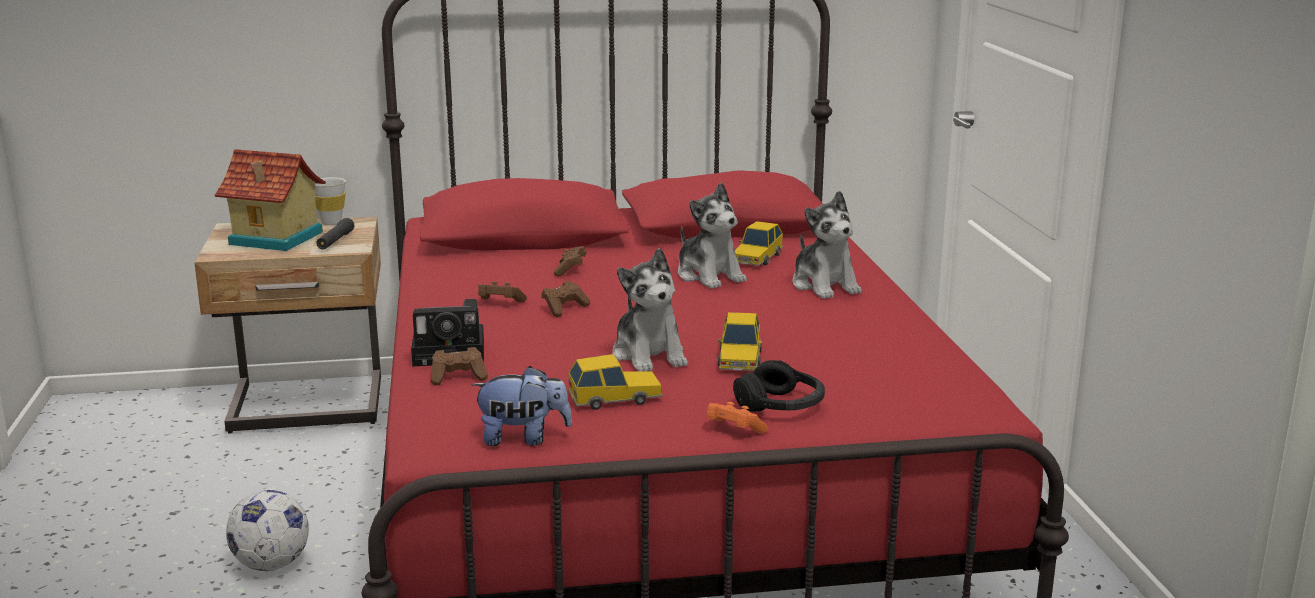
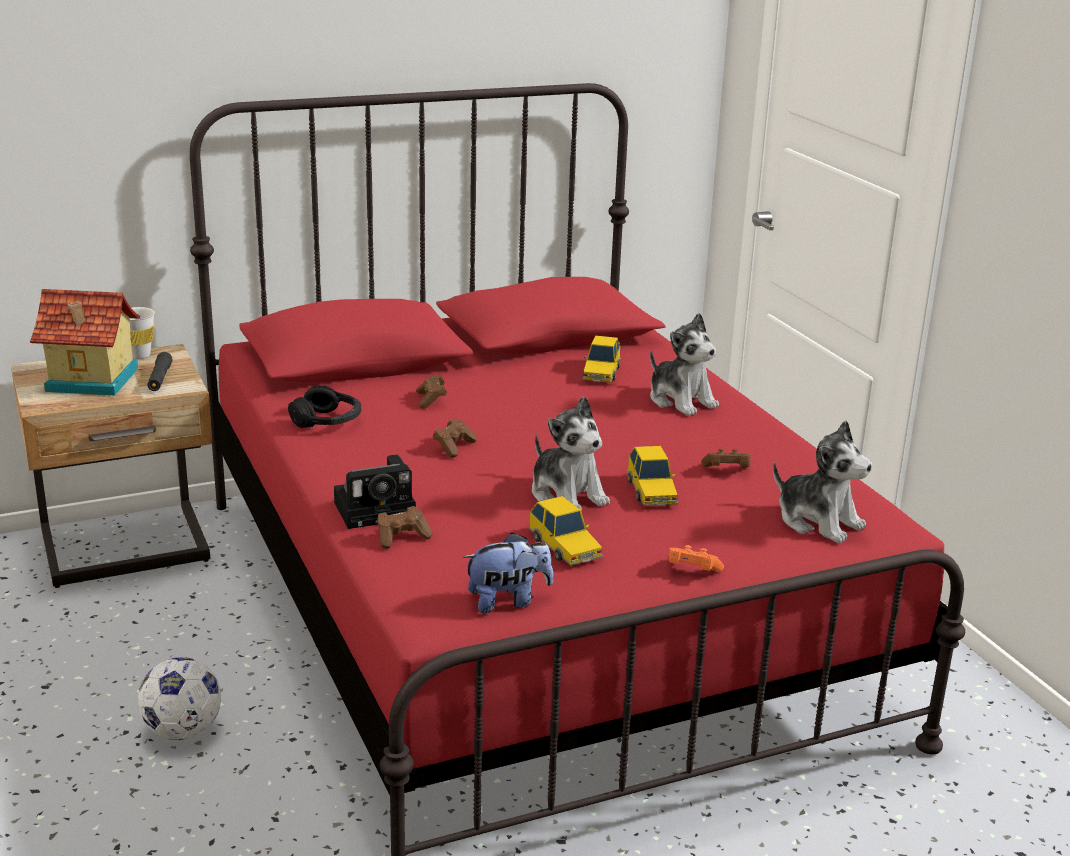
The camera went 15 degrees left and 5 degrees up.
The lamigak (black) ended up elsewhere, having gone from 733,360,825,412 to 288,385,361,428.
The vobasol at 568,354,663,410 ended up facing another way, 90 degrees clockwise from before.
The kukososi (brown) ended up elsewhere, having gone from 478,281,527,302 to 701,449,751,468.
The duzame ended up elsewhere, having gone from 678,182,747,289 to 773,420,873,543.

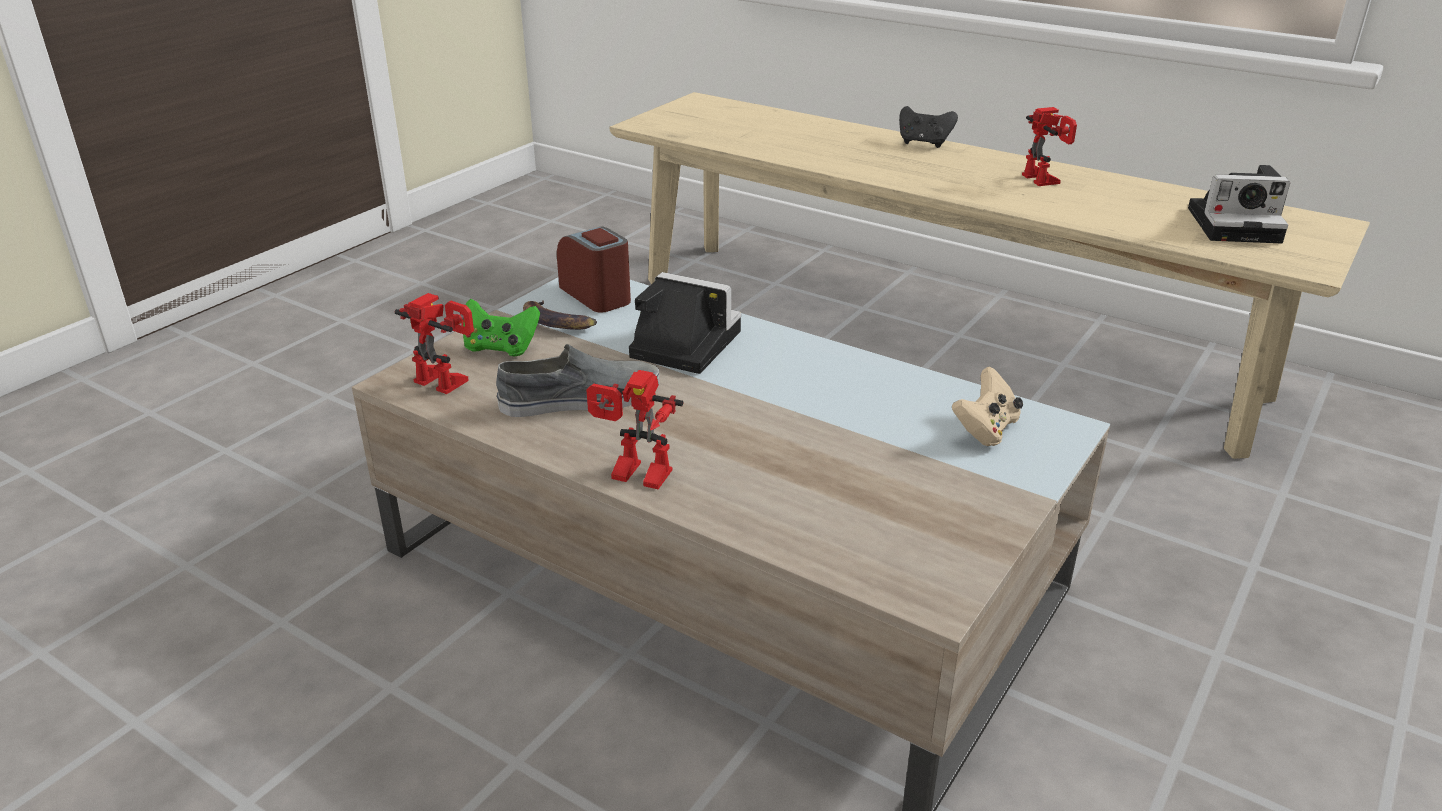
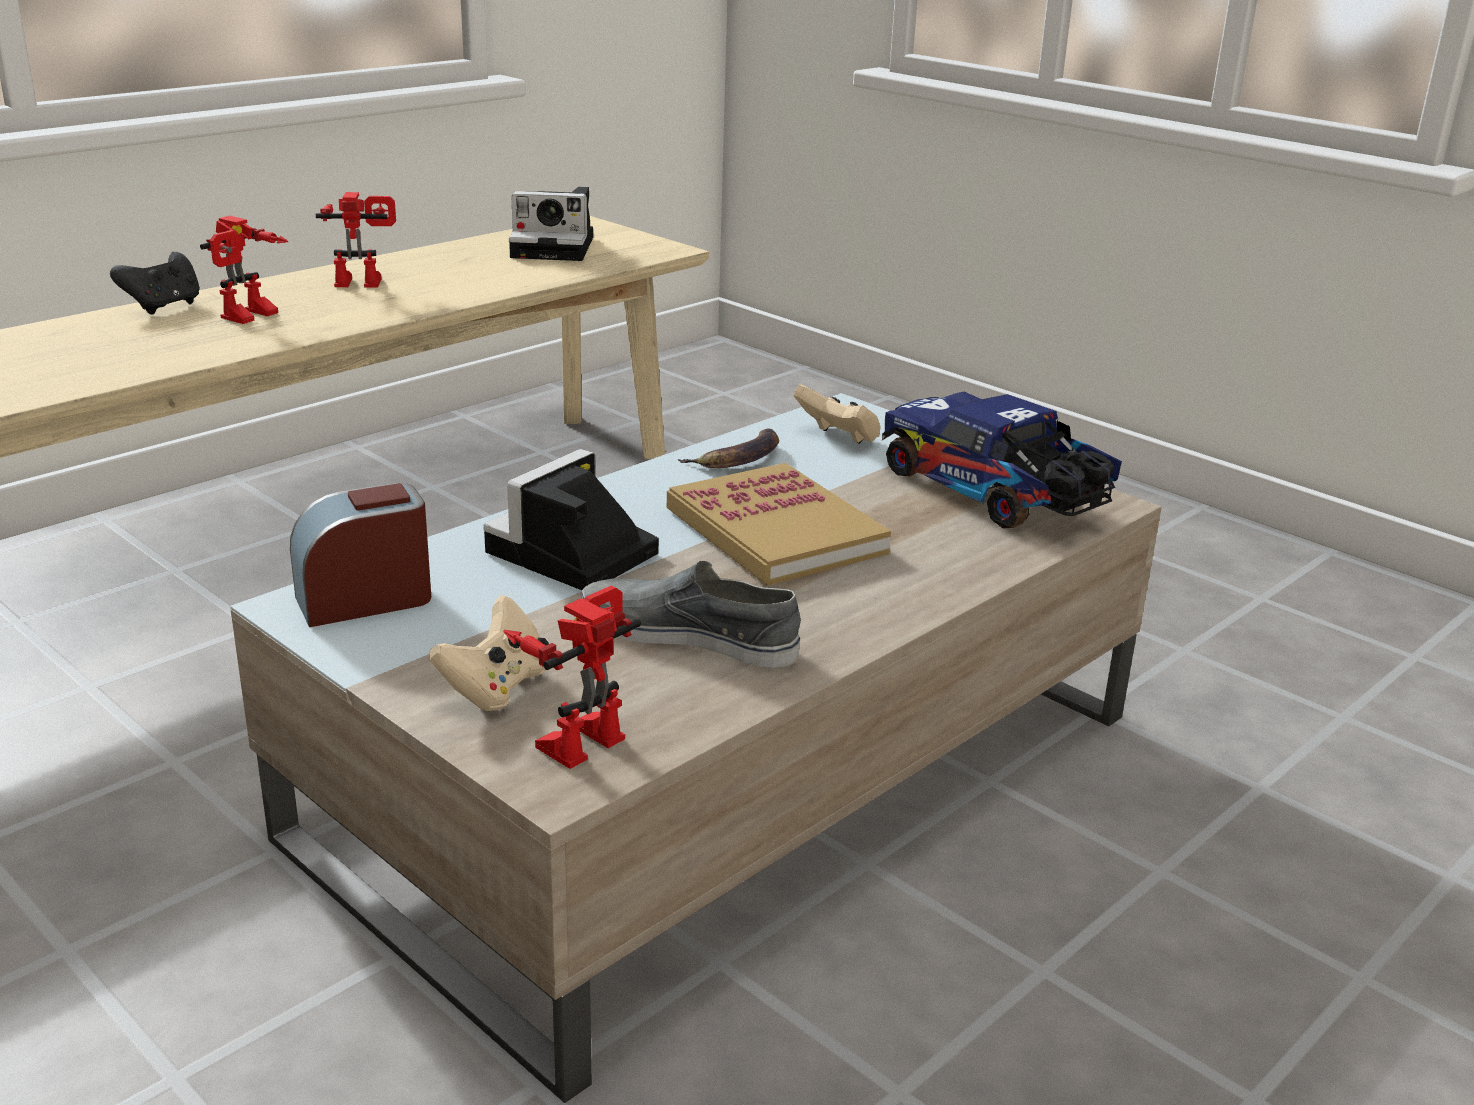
The camera went 80 degrees left and 5 degrees down.
The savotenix ended up elsewhere, having gone from 586,370,683,489 to 200,216,288,324.
What was the kukososi (green) at 463,299,540,356 turned into the kukososi (beige) at 429,595,549,711.
The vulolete at 1188,165,1290,243 ended up facing another way, 75 degrees clockwise from before.
The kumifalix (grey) at 496,344,660,417 ended up facing another way, 60 degrees counterclockwise from before.
The second view gained the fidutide at 667,463,891,586.
The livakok ended up elsewhere, having gone from 523,300,597,330 to 678,428,779,468.
The second view gained the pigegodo at 882,392,1122,529.

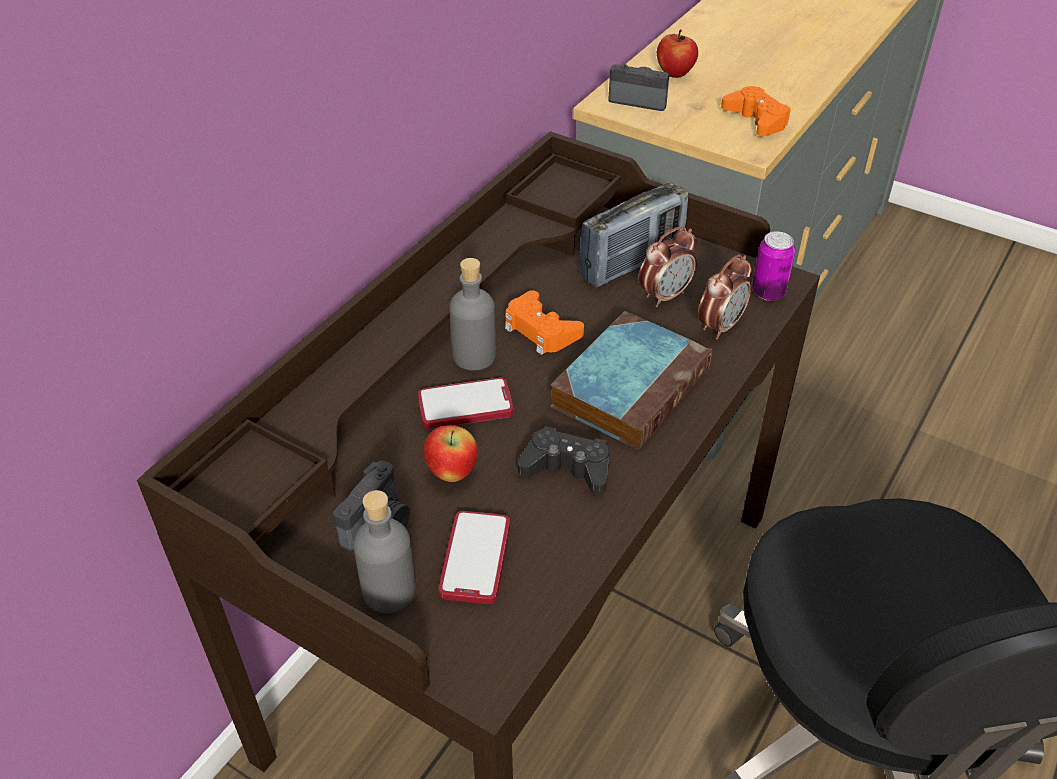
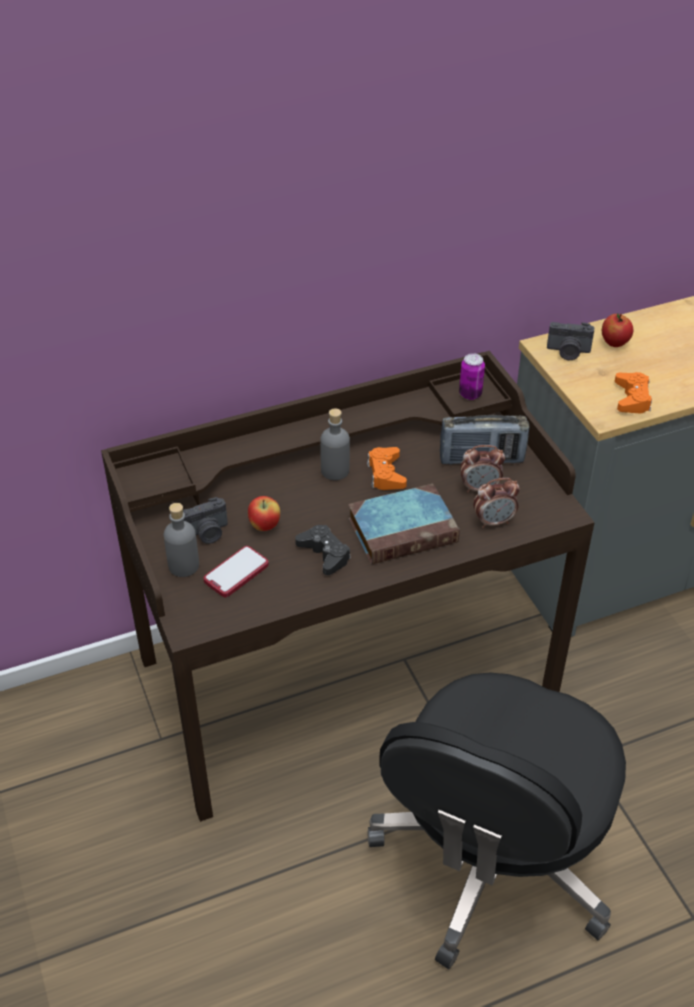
The camera went 35 degrees right and 0 degrees up.
The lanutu ended up elsewhere, having gone from 752,231,795,301 to 459,353,485,400.
The vulolete at 609,64,669,111 ended up facing another way, 135 degrees clockwise from before.
The second view lost the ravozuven at 418,378,514,429.

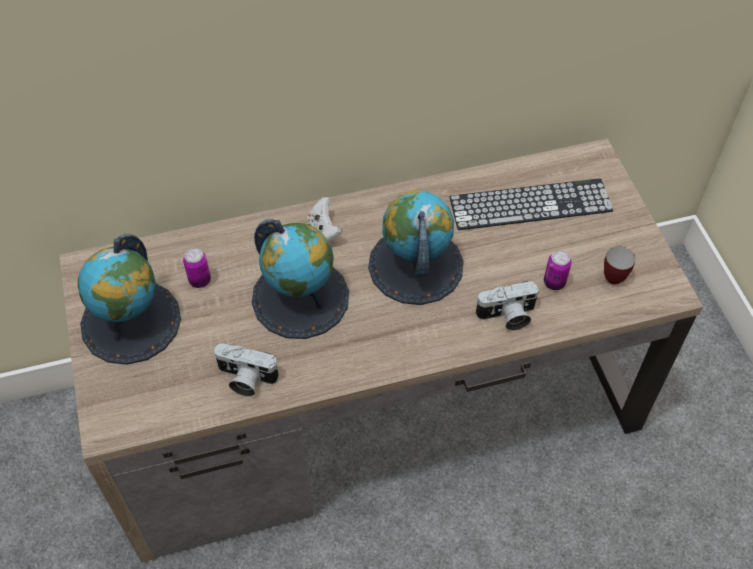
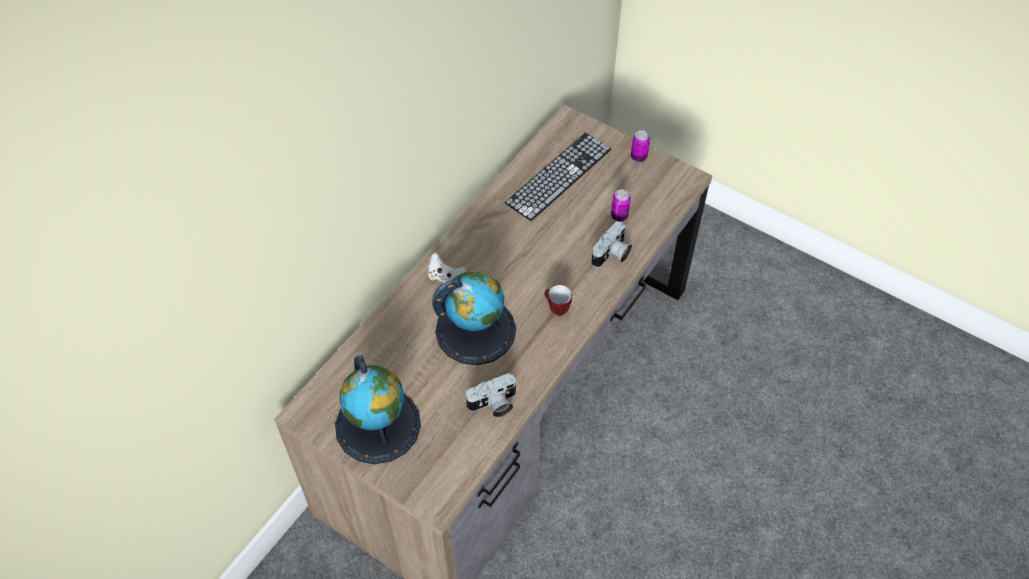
The camera went 40 degrees left and 0 degrees up.
The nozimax ended up elsewhere, having gone from 604,246,636,285 to 544,285,572,316.
The lanutu ended up elsewhere, having gone from 183,248,211,288 to 631,130,650,162.
The second view lost the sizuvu at 368,191,464,305.

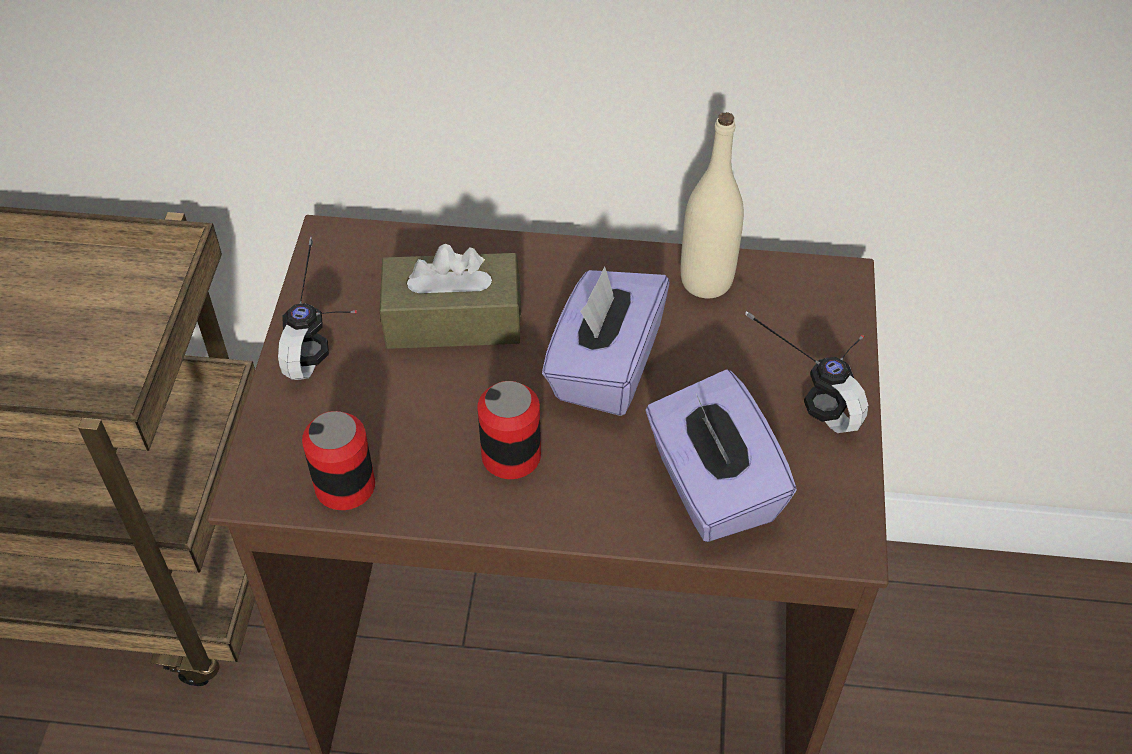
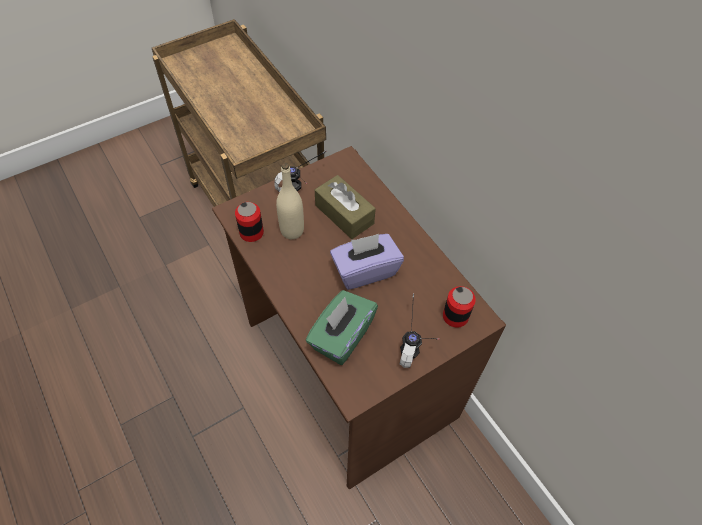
The camera went 50 degrees right and 5 degrees up.
The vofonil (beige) ended up elsewhere, having gone from 681,112,744,298 to 276,163,304,239.
What was the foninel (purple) at 645,369,797,542 turned into the foninel (green) at 306,290,378,365.
The lanutu ended up elsewhere, having gone from 477,381,541,479 to 443,286,476,328.

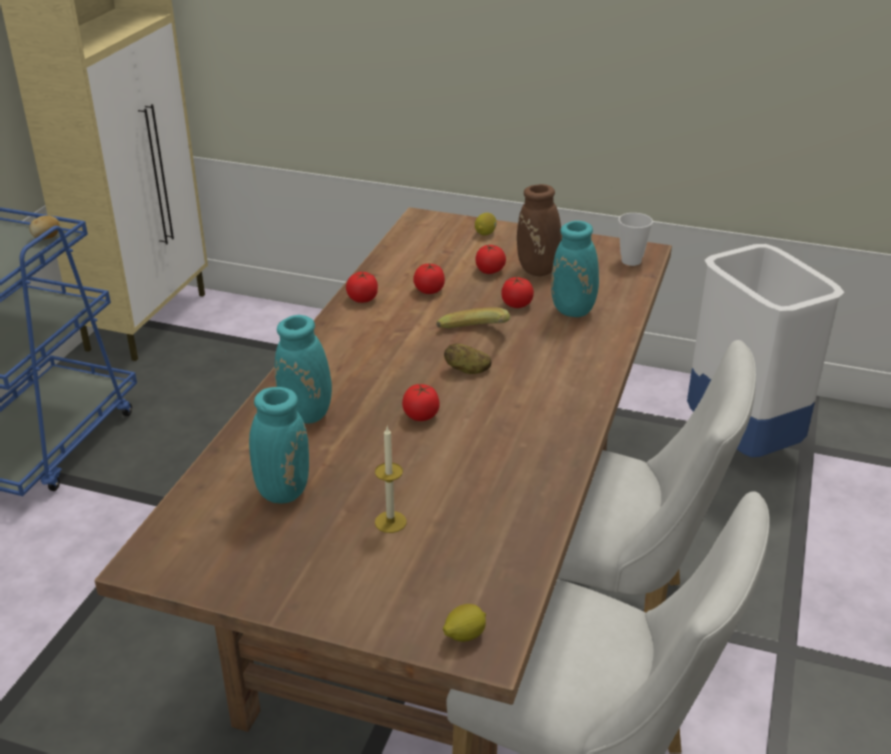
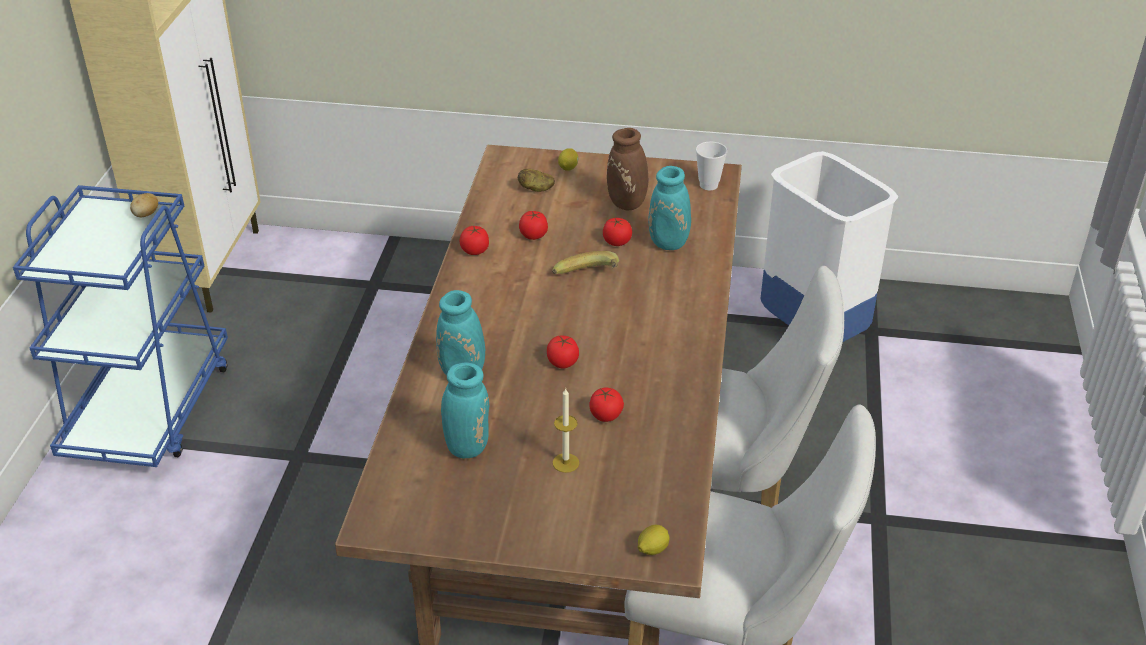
The camera went 10 degrees left and 5 degrees up.
The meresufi ended up elsewhere, having gone from 444,344,492,374 to 518,169,555,192.
The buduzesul ended up elsewhere, having gone from 475,244,506,274 to 590,388,624,422.

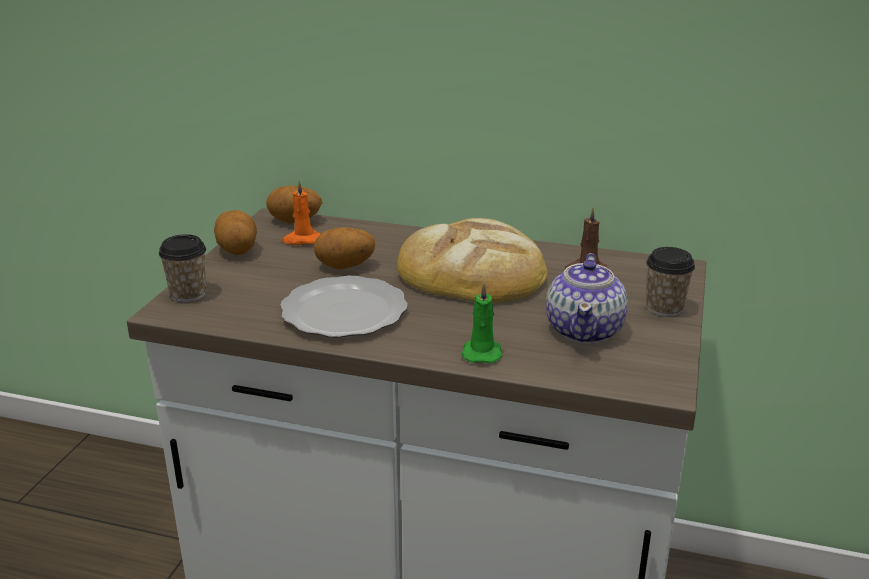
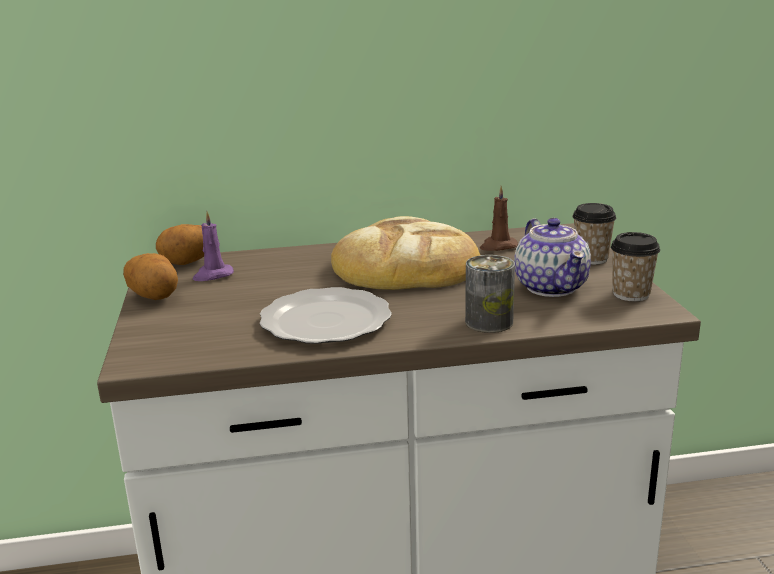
The camera went 25 degrees left and 5 degrees down.
What was the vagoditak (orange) at 282,181,321,245 turned into the vagoditak (purple) at 193,211,234,281.
Where the vagoditak (green) stood at 461,283,502,363, the lanutu came to stand at 465,255,515,333.
The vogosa ended up elsewhere, having gone from 159,234,206,302 to 611,232,660,301.
The second view lost the meresufi at 314,227,375,269.

